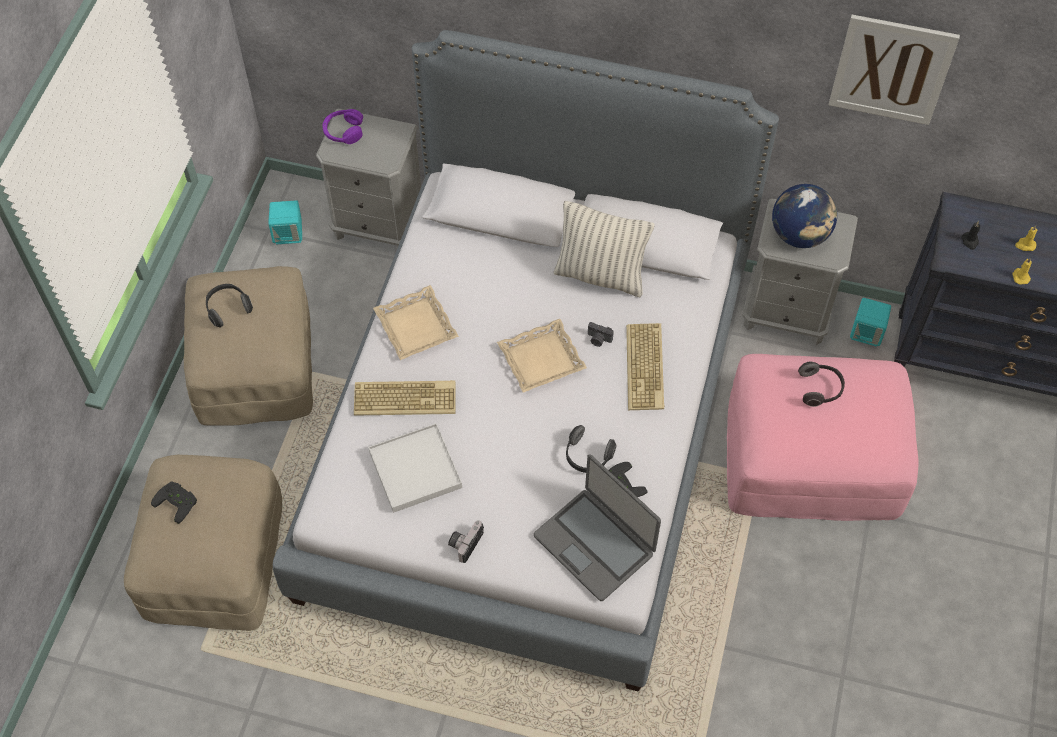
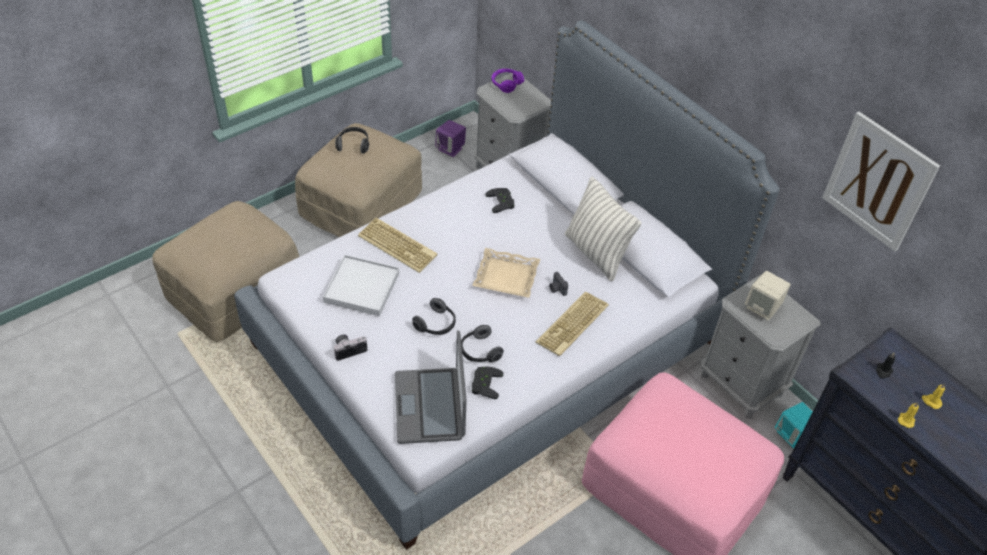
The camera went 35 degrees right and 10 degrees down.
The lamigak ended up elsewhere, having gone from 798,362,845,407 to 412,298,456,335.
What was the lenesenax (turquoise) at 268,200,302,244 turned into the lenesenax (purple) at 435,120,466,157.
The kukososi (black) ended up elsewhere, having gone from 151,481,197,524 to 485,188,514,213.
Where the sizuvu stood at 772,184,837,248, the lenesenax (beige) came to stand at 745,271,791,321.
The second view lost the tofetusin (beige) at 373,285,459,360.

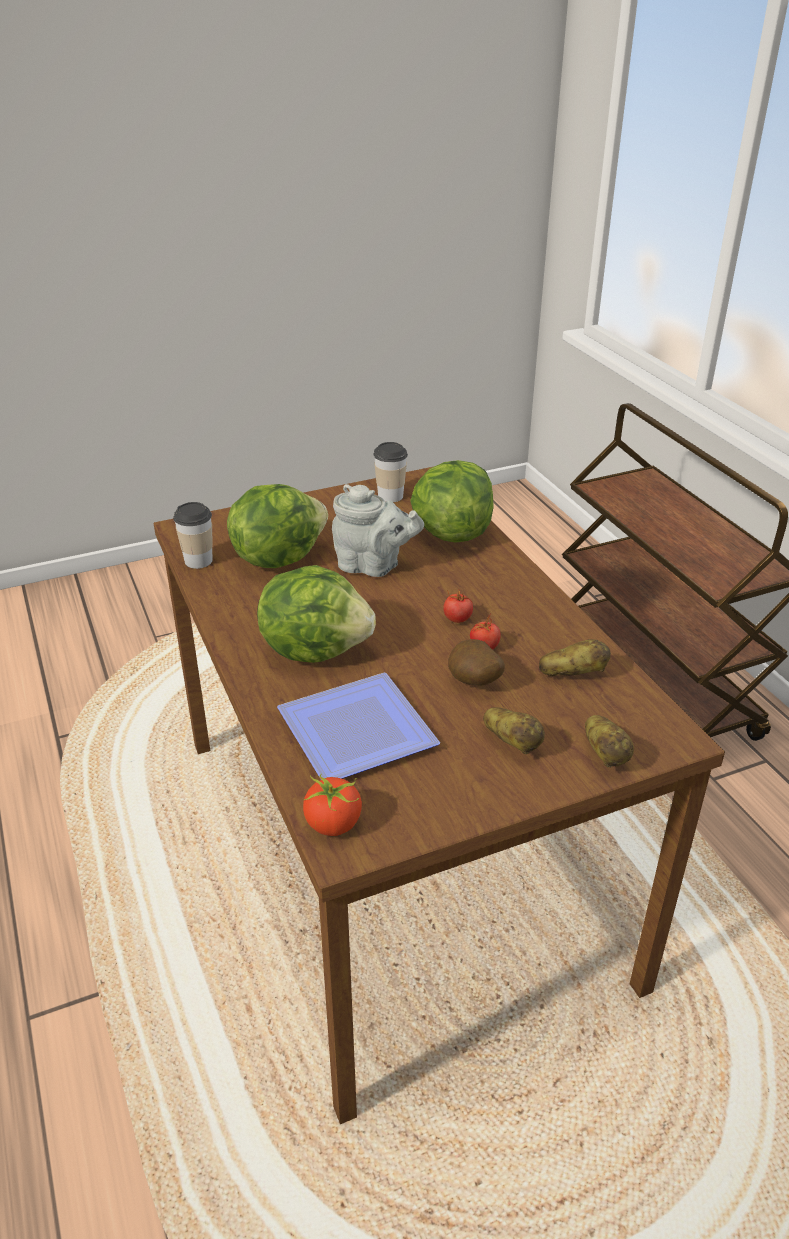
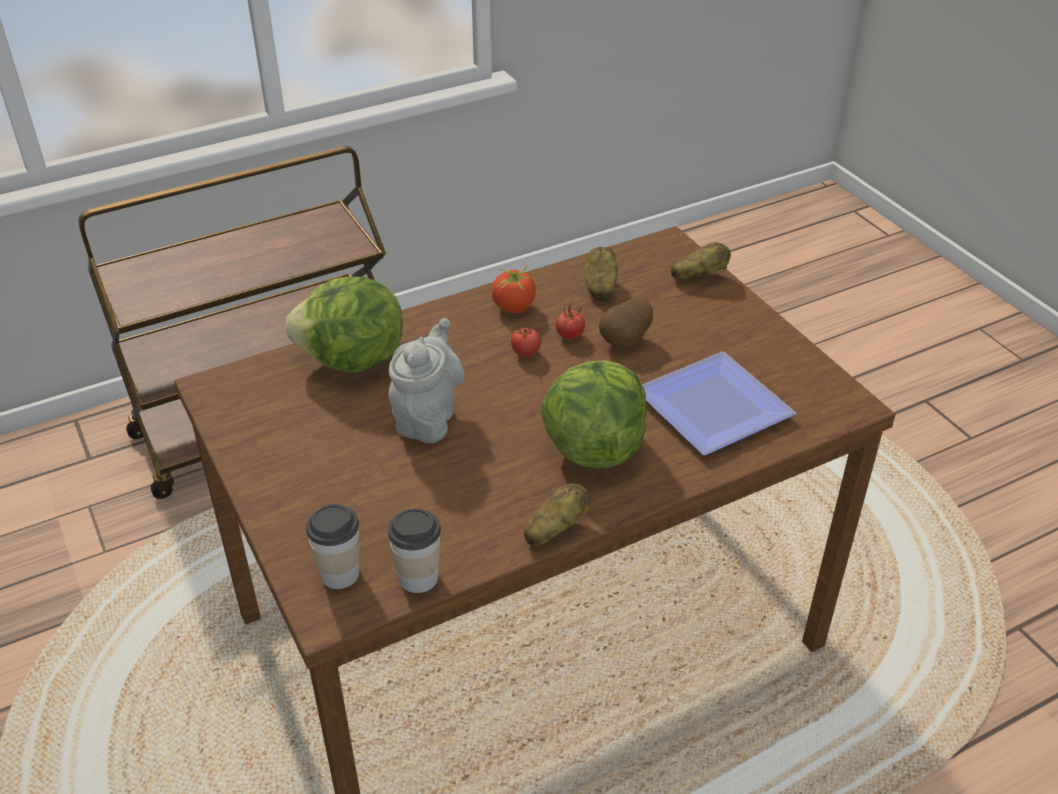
The camera went 95 degrees left and 5 degrees up.
The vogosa ended up elsewhere, having gone from 374,442,408,502 to 306,504,360,589.
The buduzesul ended up elsewhere, having gone from 303,774,362,836 to 492,262,538,313.
The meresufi ended up elsewhere, having gone from 483,707,545,754 to 524,483,591,546.
The second view lost the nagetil at 227,484,328,568.

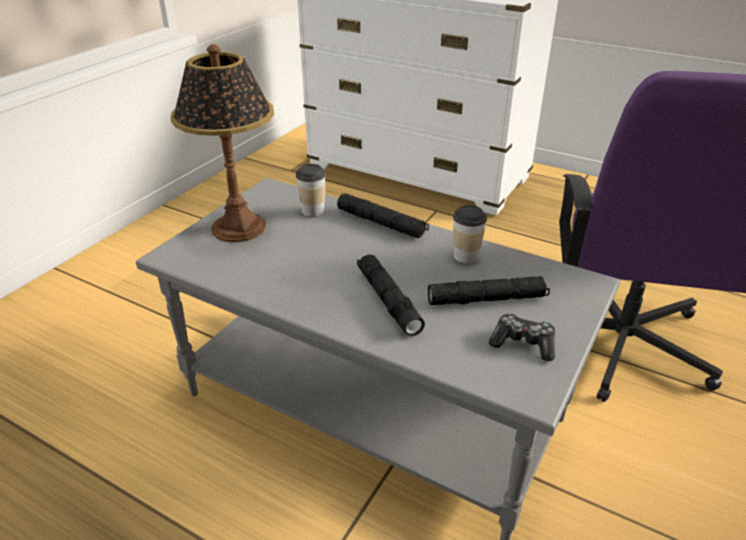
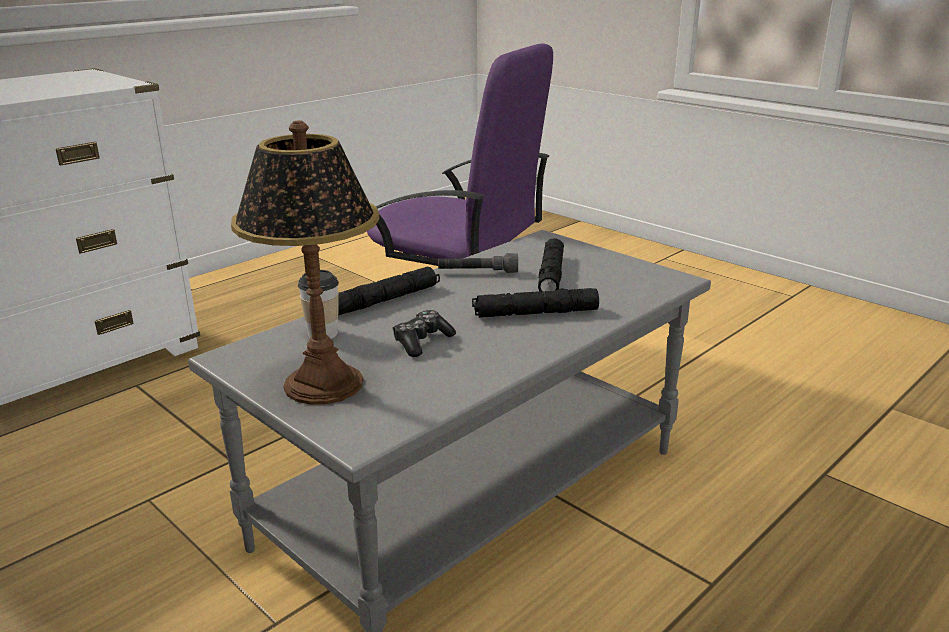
The camera went 75 degrees left and 10 degrees down.
The kukososi ended up elsewhere, having gone from 489,313,555,361 to 392,310,456,357.
Where the vogosa stood at 453,205,487,264, the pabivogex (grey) came to stand at 438,253,518,273.

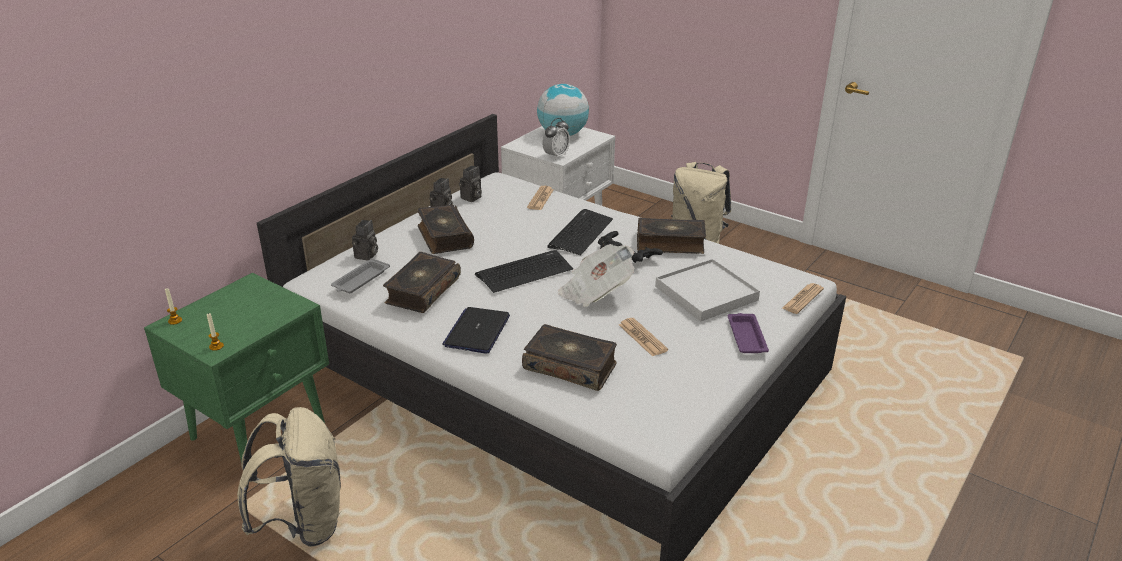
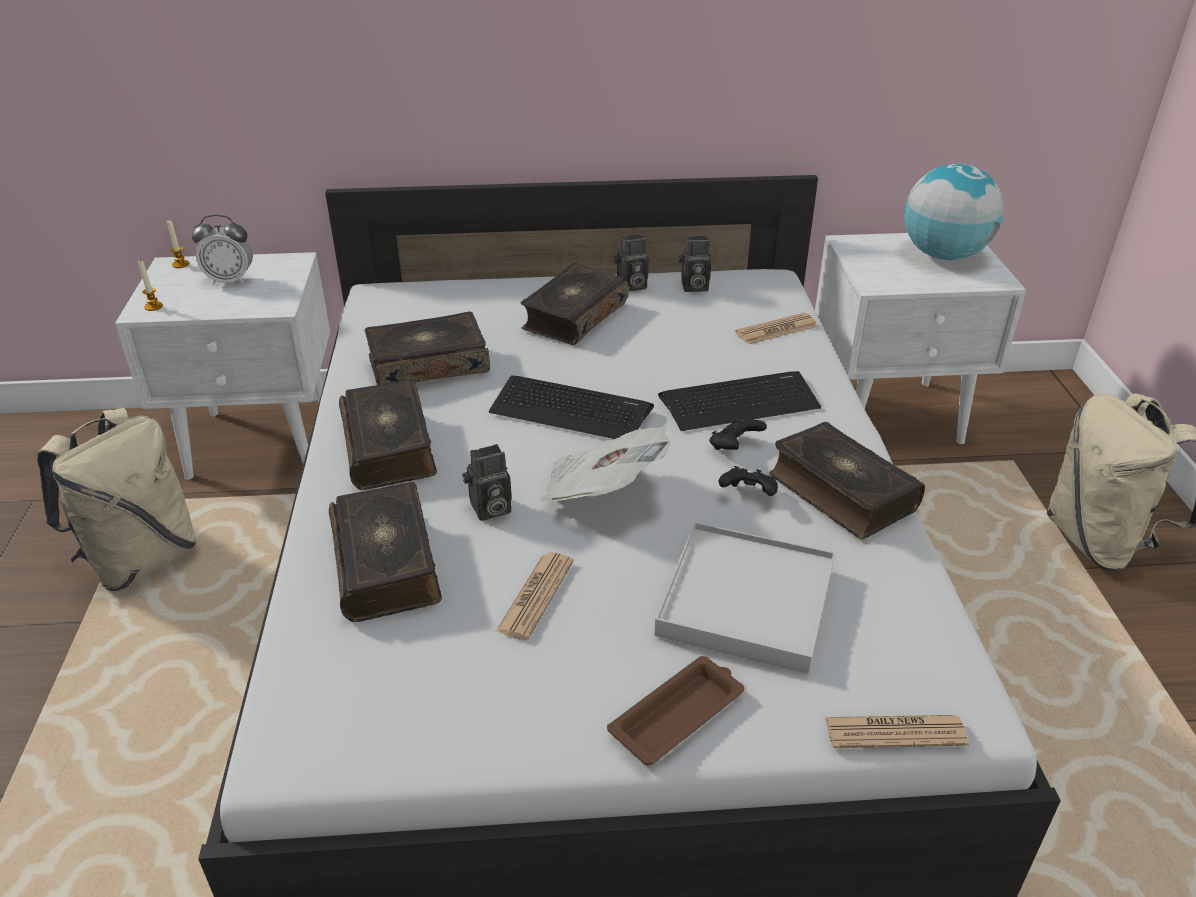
The camera went 50 degrees right and 5 degrees up.
What was the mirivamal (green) at 144,273,329,461 turned into the mirivamal (white) at 115,252,330,480.
The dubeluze ended up elsewhere, having gone from 542,118,570,160 to 192,215,253,285.
Where the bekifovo stood at 442,307,510,353, the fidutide came to stand at 339,379,437,490.
The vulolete ended up elsewhere, having gone from 352,220,378,261 to 462,444,512,521.
What was the tofetusin (purple) at 728,313,769,353 turned into the tofetusin (brown) at 607,656,744,765.
The second view lost the tofetusin (grey) at 331,258,390,293.

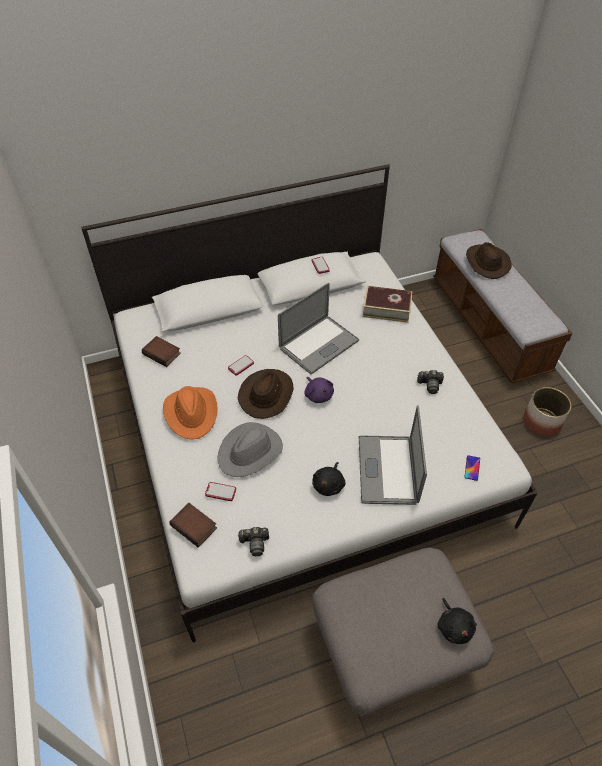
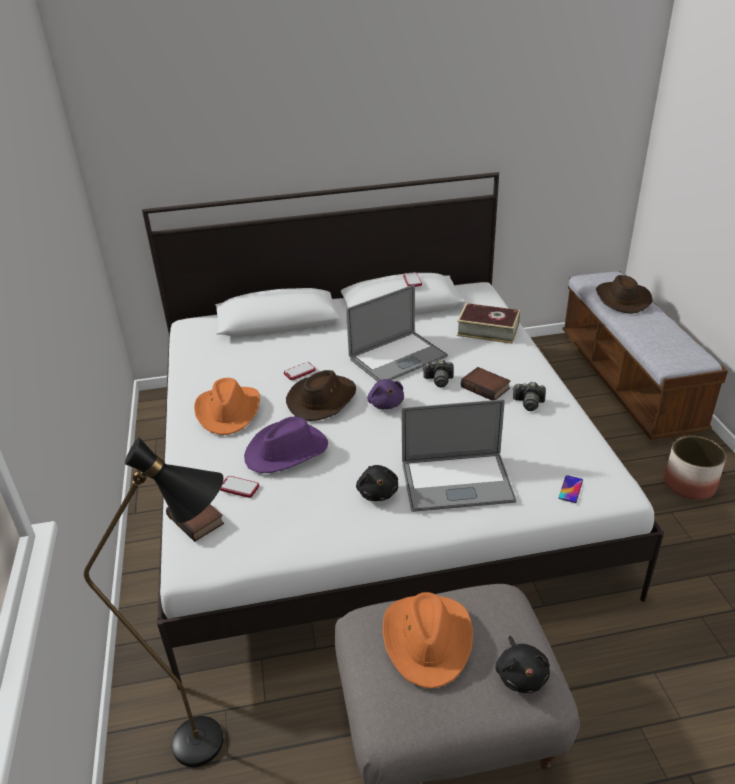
The camera went 10 degrees right and 15 degrees down.
The second view gained the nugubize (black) at 84,437,224,767.
What was the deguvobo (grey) at 218,422,283,477 turned into the deguvobo (purple) at 244,416,328,473.
The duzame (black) at 312,462,346,496 ended up facing another way, 45 degrees counterclockwise from before.
The second view gained the deguvobo (orange) at 383,592,473,689.
The bekifovo at 359,405,427,505 ended up facing another way, 105 degrees counterclockwise from before.
The vulolete ended up elsewhere, having gone from 238,527,269,556 to 422,359,454,387.
The fidutide ended up elsewhere, having gone from 142,336,181,367 to 461,367,511,400.

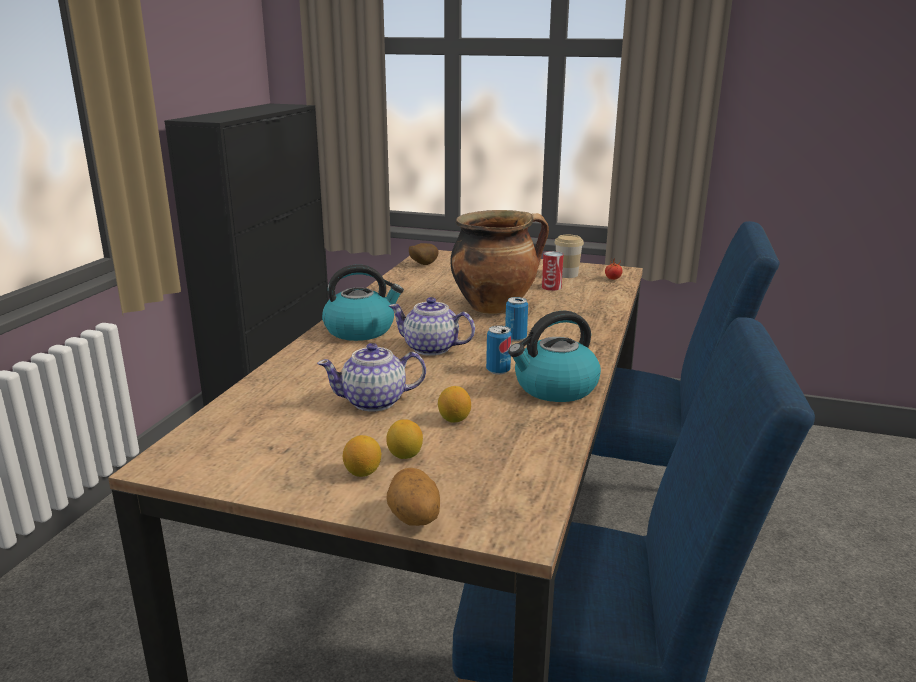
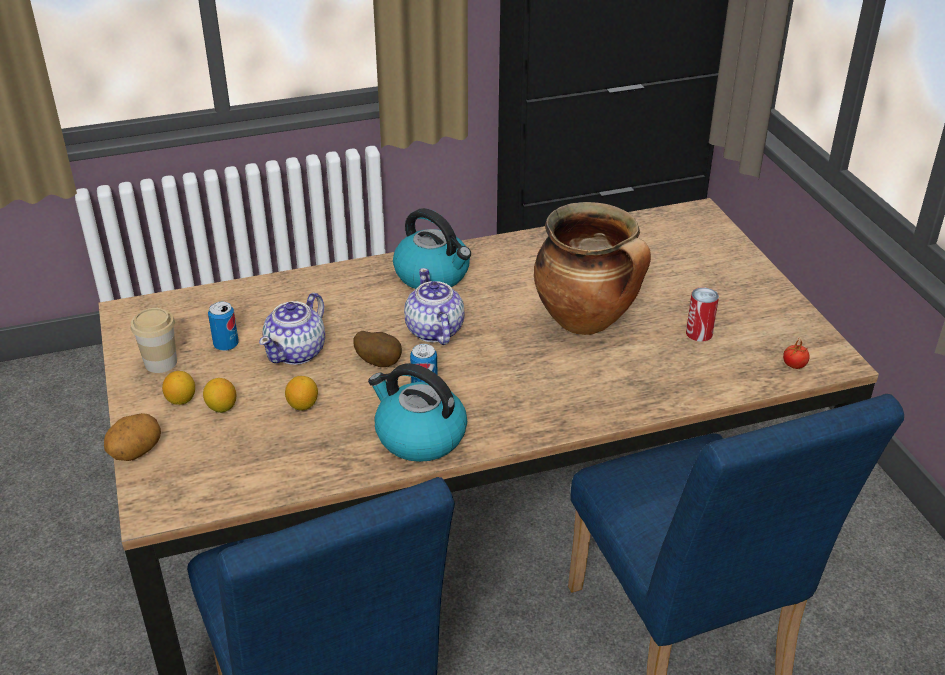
The camera went 55 degrees right and 15 degrees up.
The vogosa ended up elsewhere, having gone from 554,235,584,278 to 131,308,177,373.
The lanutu ended up elsewhere, having gone from 505,297,528,341 to 208,302,239,351.
The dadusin at 317,343,426,411 ended up facing another way, 105 degrees counterclockwise from before.
The meresufi ended up elsewhere, having gone from 409,243,439,265 to 353,331,402,367.

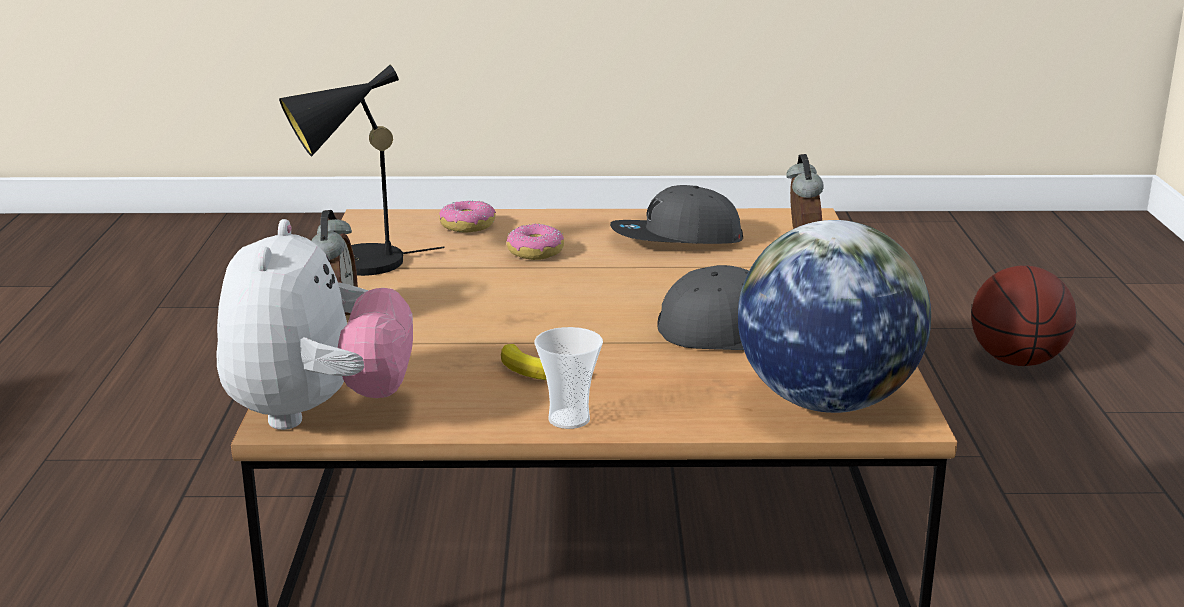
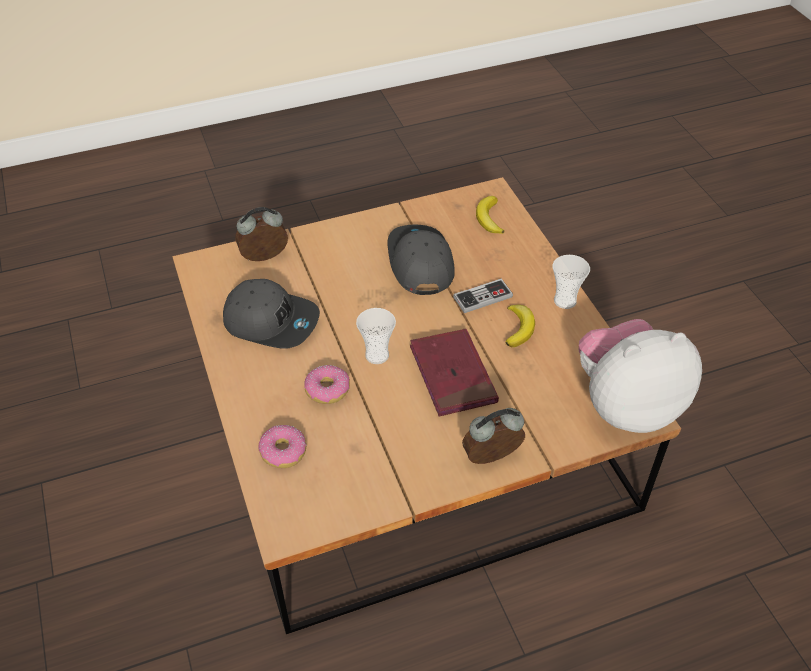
The camera went 110 degrees left and 25 degrees up.
The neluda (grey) at 610,185,743,244 ended up facing another way, 45 degrees counterclockwise from before.
The second view gained the vogosa at 356,308,396,364.
The second view gained the fidutide (red) at 410,329,499,417.
The second view gained the kukososi at 453,278,513,313.
Where the sizuvu stood at 738,220,931,413, the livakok came to stand at 476,196,505,234.
The second view lost the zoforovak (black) at 279,65,445,276.
The second view lost the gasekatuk at 971,265,1077,366.

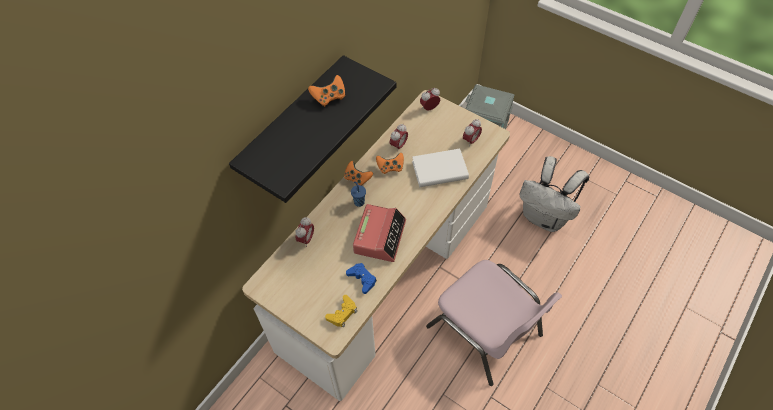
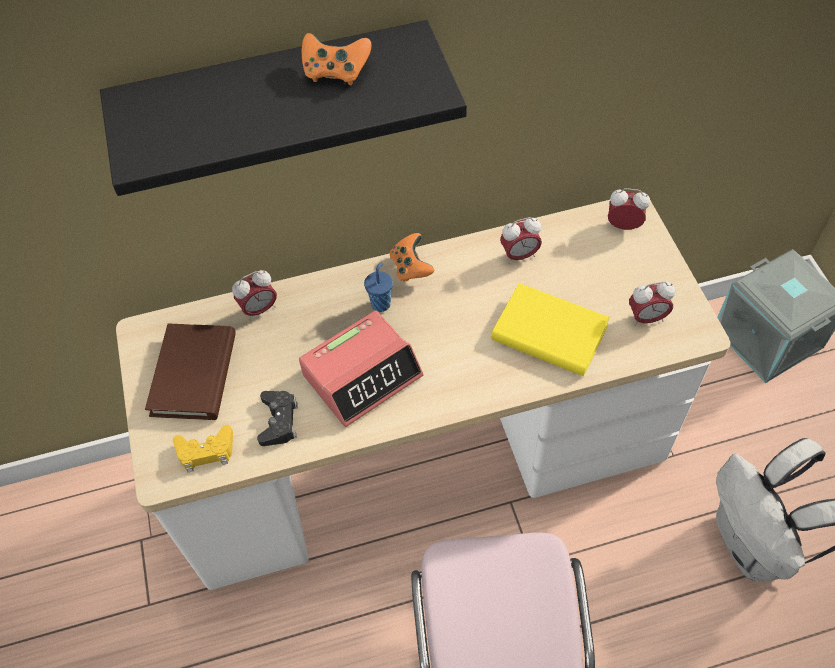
The camera went 40 degrees right and 0 degrees up.
The second view gained the fidutide (brown) at 145,324,236,420.
What was the kukososi (blue) at 346,263,377,294 turned into the kukososi (black) at 257,391,298,446.
What was the fidutide (white) at 412,149,469,187 turned into the fidutide (yellow) at 491,283,610,376.
The second view lost the kukososi (orange) at 376,153,404,174.

